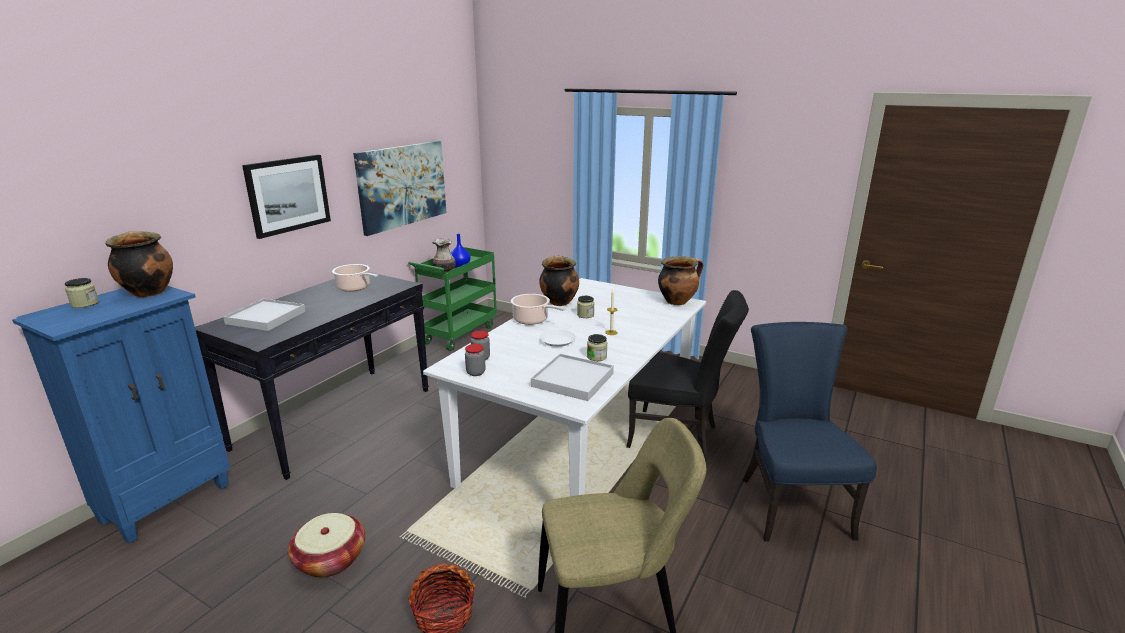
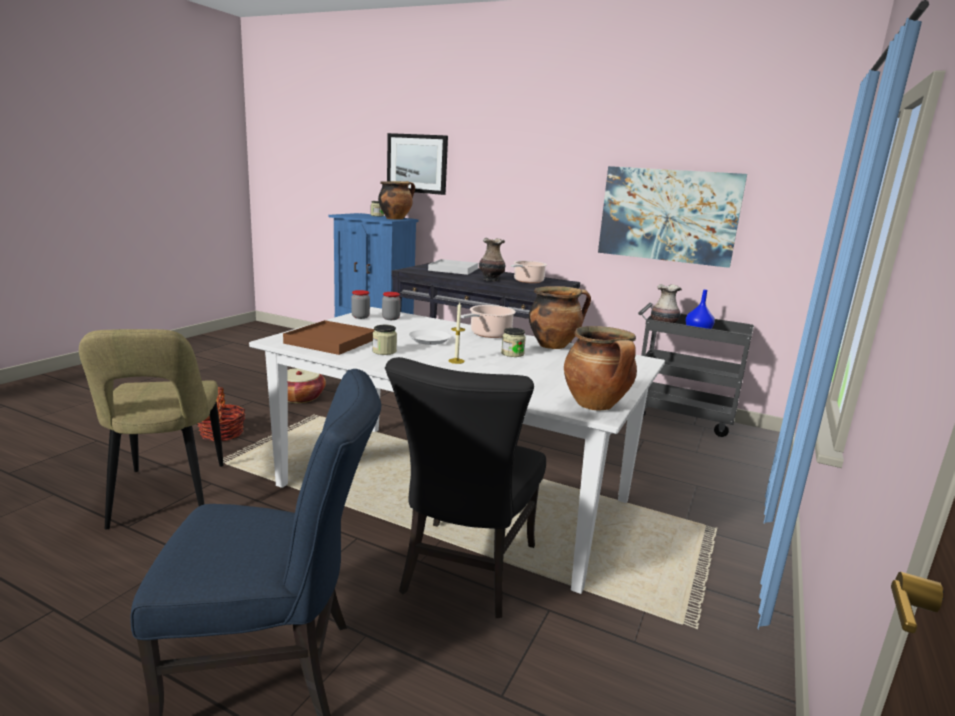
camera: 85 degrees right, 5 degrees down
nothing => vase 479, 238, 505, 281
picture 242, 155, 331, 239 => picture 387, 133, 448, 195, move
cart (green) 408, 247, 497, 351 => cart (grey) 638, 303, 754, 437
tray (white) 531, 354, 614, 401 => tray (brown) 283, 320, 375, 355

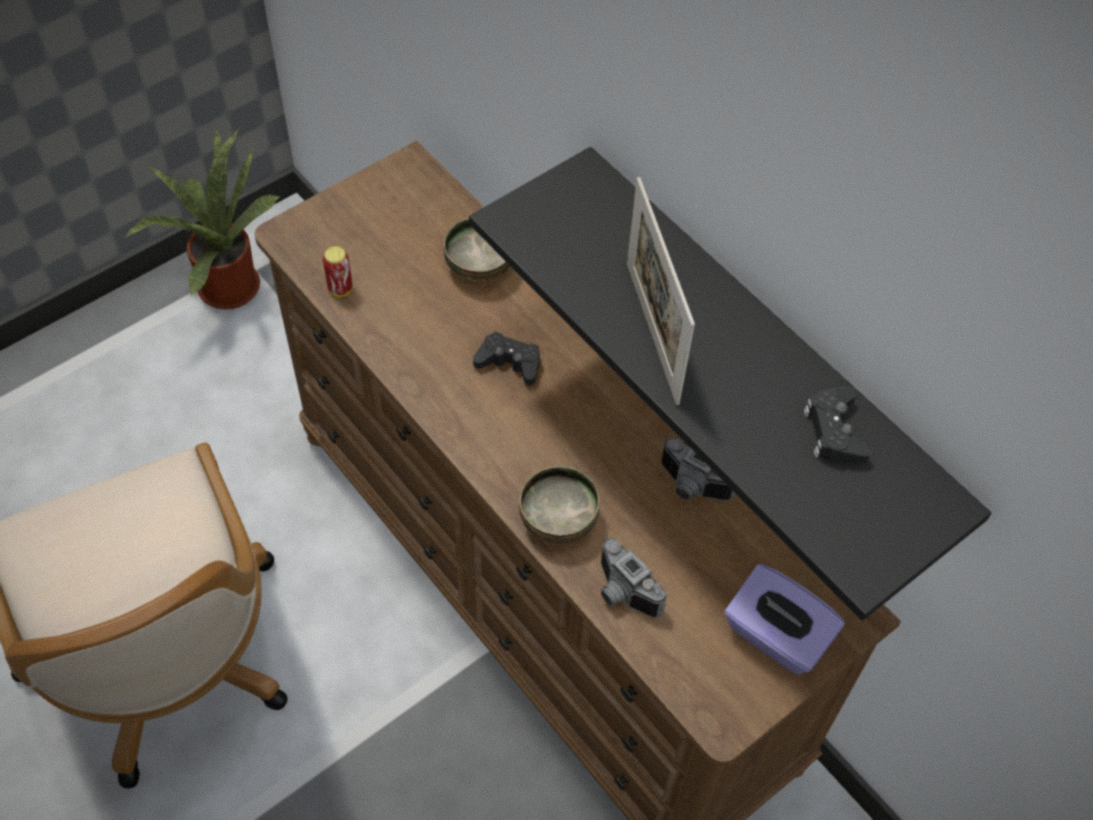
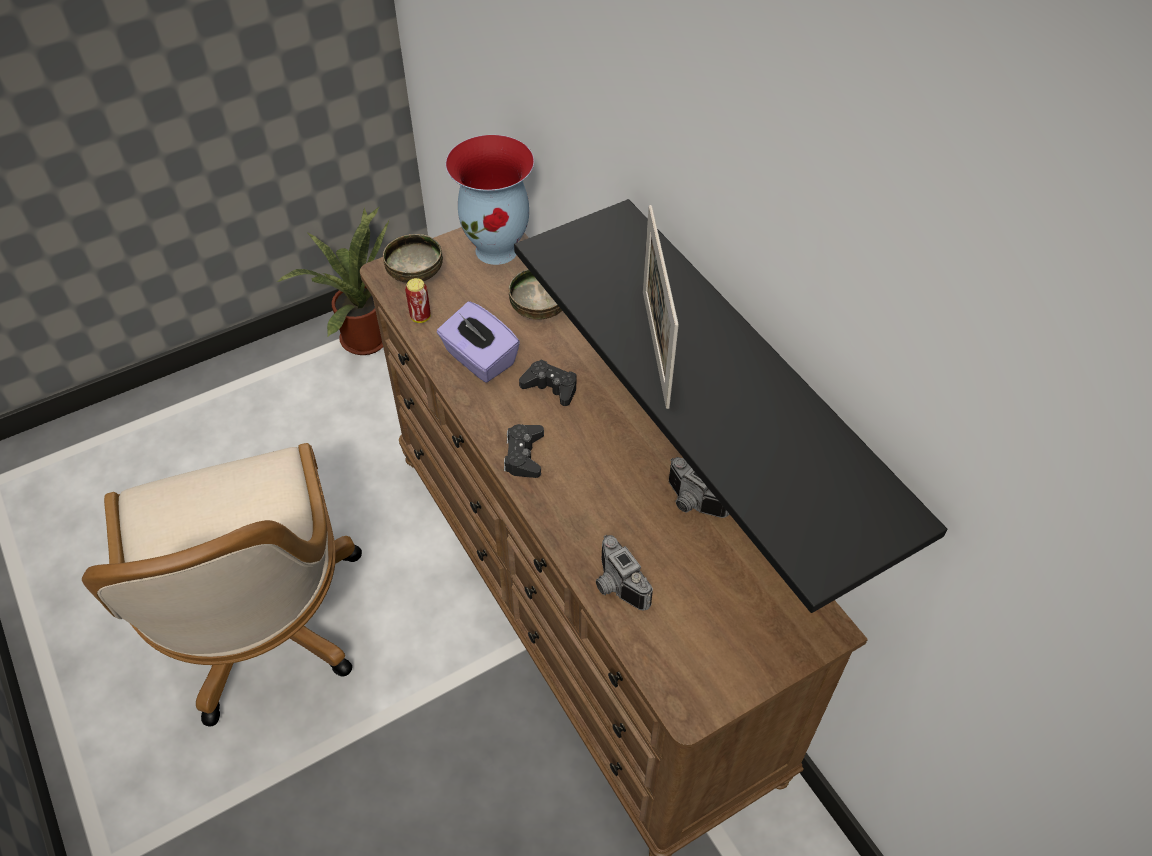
camera: 10 degrees right, 5 degrees down
nothing => vase 446, 135, 534, 265
bowl 519, 466, 600, 543 => bowl 383, 234, 443, 283, move
tissue box (purple) 725, 564, 845, 675 => tissue box (purple) 437, 302, 520, 383, move
game controller (black) 804, 387, 872, 463 => game controller (black) 504, 424, 544, 478, move

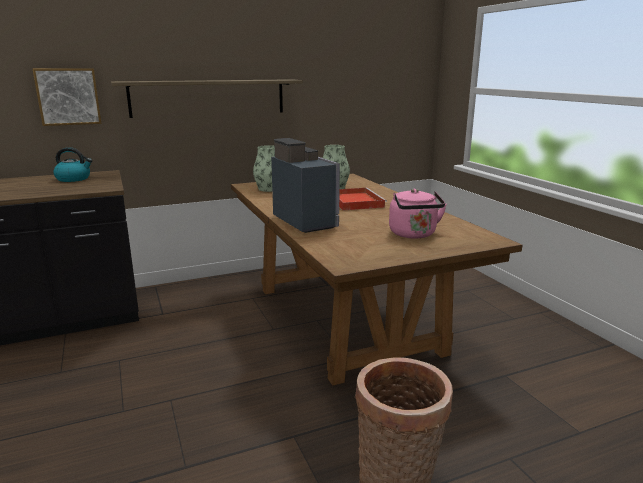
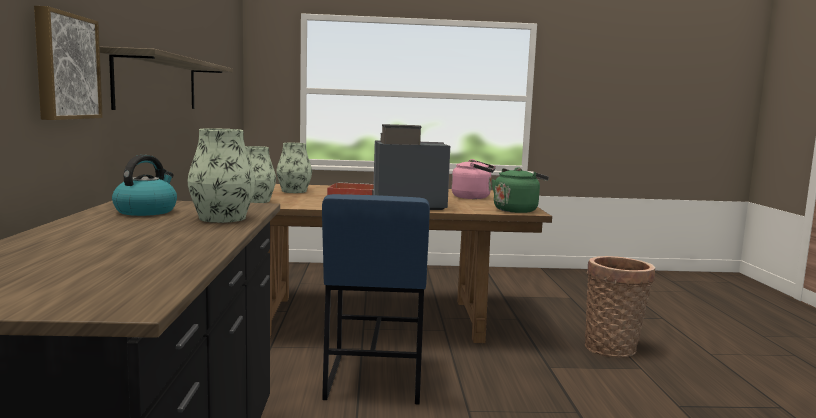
camera: 70 degrees left, 10 degrees down
nothing => vase 187, 128, 256, 223
nothing => chair (blue) 322, 194, 430, 404
nothing => kettle (green) 492, 167, 549, 213

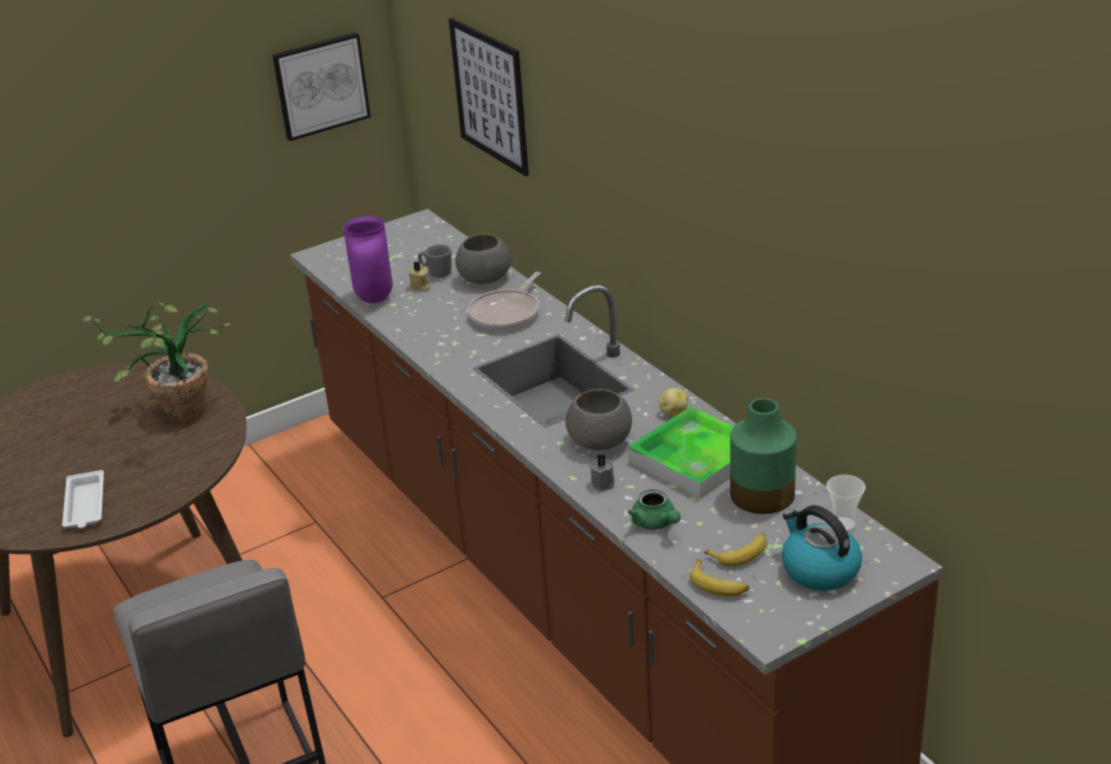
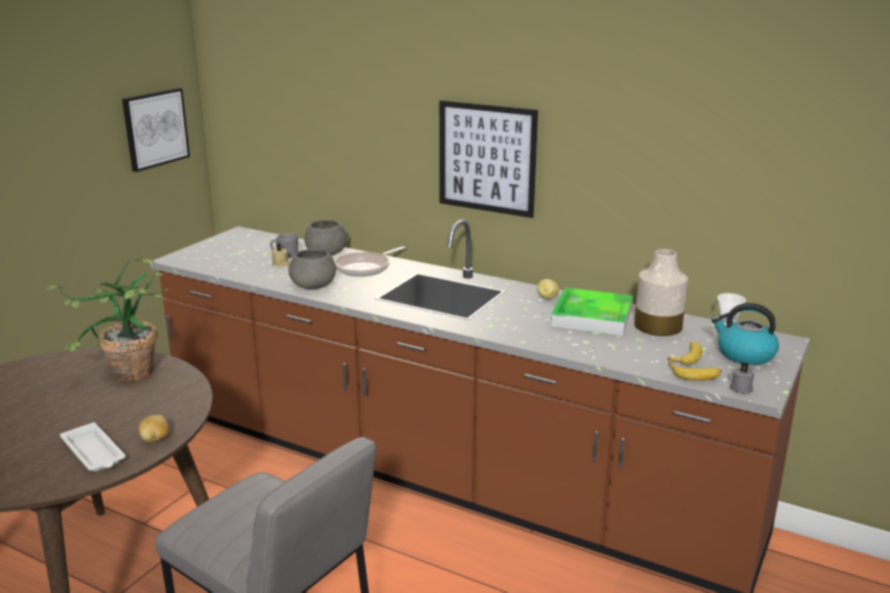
camera: 30 degrees left, 10 degrees down
vase (purple) 343, 216, 393, 303 => nothing
teapot (green) 628, 489, 681, 530 => nothing
nothing => potato 138, 415, 169, 443
picture 449, 18, 529, 176 => picture 439, 100, 538, 218, move
bowl (grey) 565, 389, 632, 450 => bowl (grey) 288, 249, 336, 289, move
candle (grey) 589, 454, 614, 491 => candle (grey) 729, 362, 754, 394, move
vase (green) 730, 398, 797, 514 => vase (beige) 634, 249, 688, 336
frying pan 468, 272, 541, 330 => frying pan 334, 246, 405, 277, 45 degrees clockwise

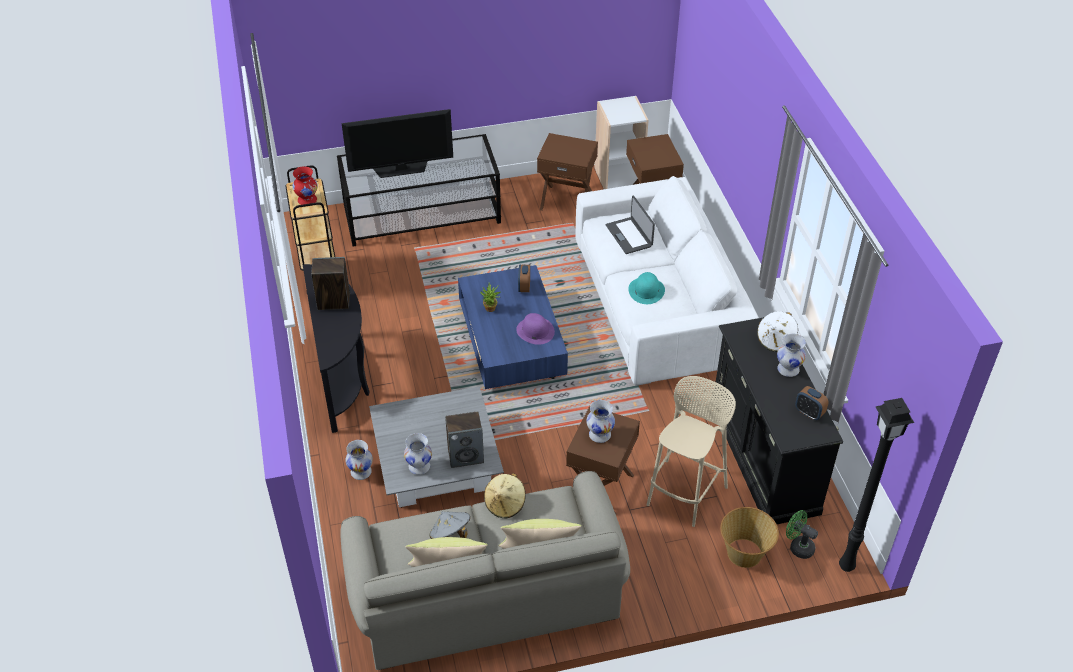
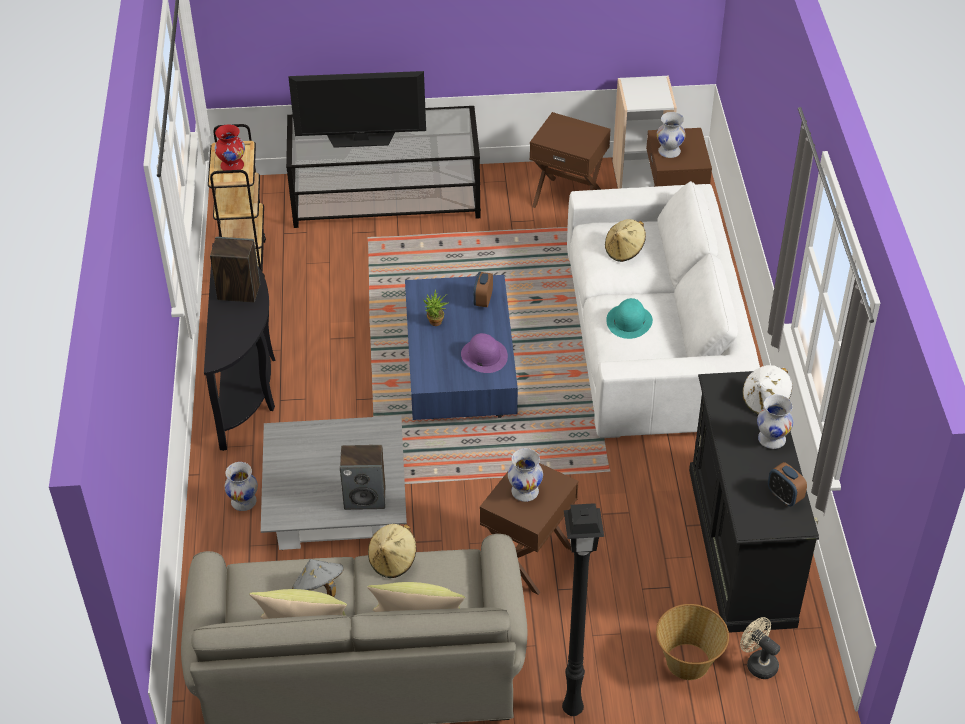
camera: 10 degrees right, 0 degrees up
stool (beige) 647, 376, 736, 527 => nothing
vase (white) 404, 433, 432, 475 => vase (white) 657, 112, 686, 158, move
floor lamp (black) 839, 398, 914, 572 => floor lamp (black) 562, 503, 604, 716, move
laptop 606, 195, 655, 254 => hat (beige) 605, 219, 646, 262
fan (green) 786, 510, 818, 559 => fan (beige) 740, 617, 780, 679

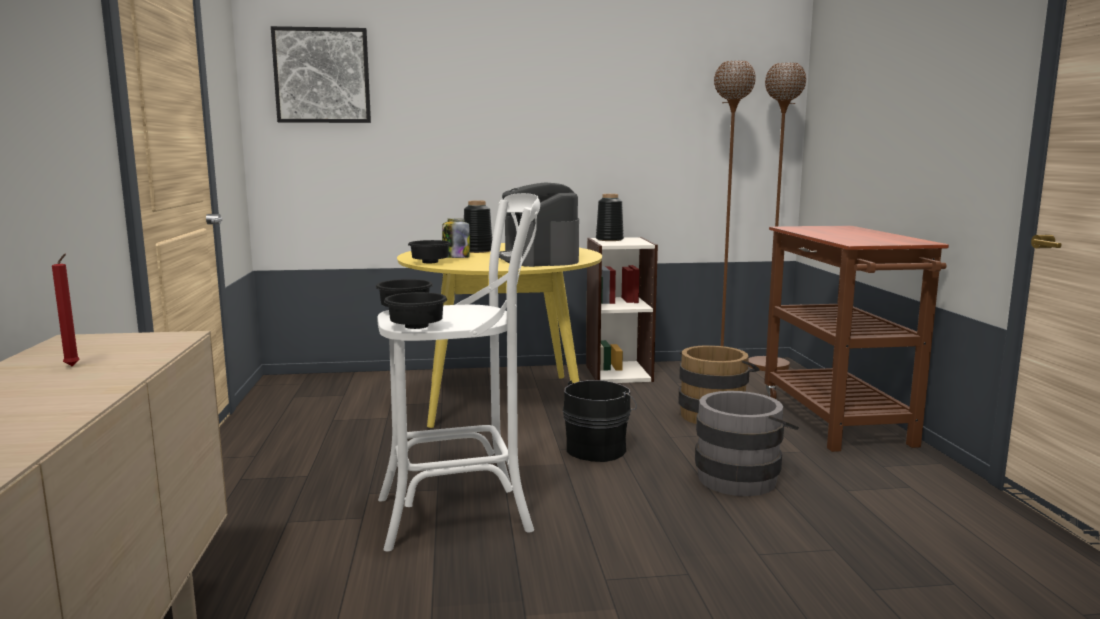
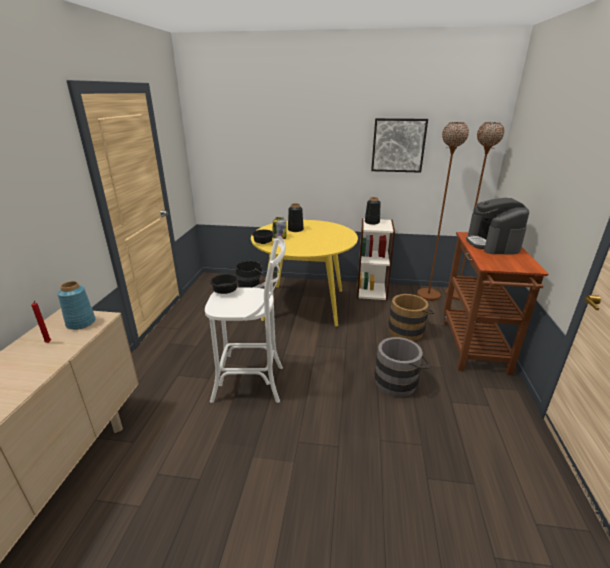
camera: 15 degrees right, 15 degrees up
bowl (black) 384, 292, 447, 329 => nothing
nothing => vase (blue) 57, 281, 96, 330
picture 271, 26, 371, 123 => picture 371, 118, 428, 173, move
coffee machine 499, 182, 579, 267 => coffee machine 466, 198, 529, 254, move
bucket (black) 563, 380, 637, 462 => bucket (black) 236, 261, 265, 288, move

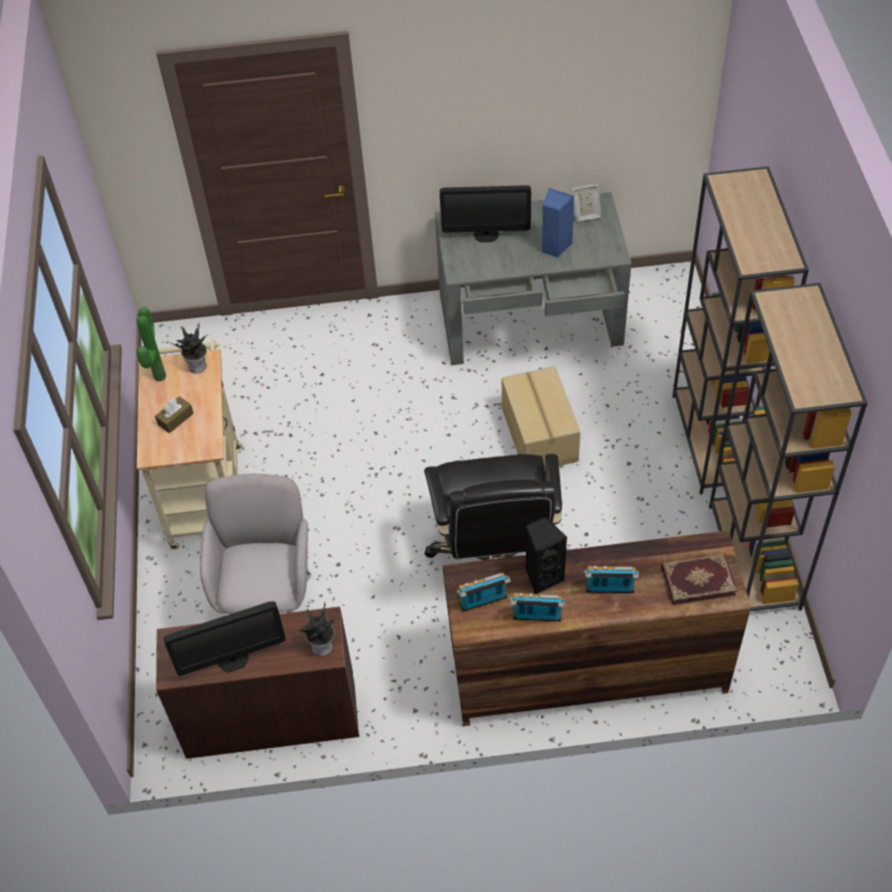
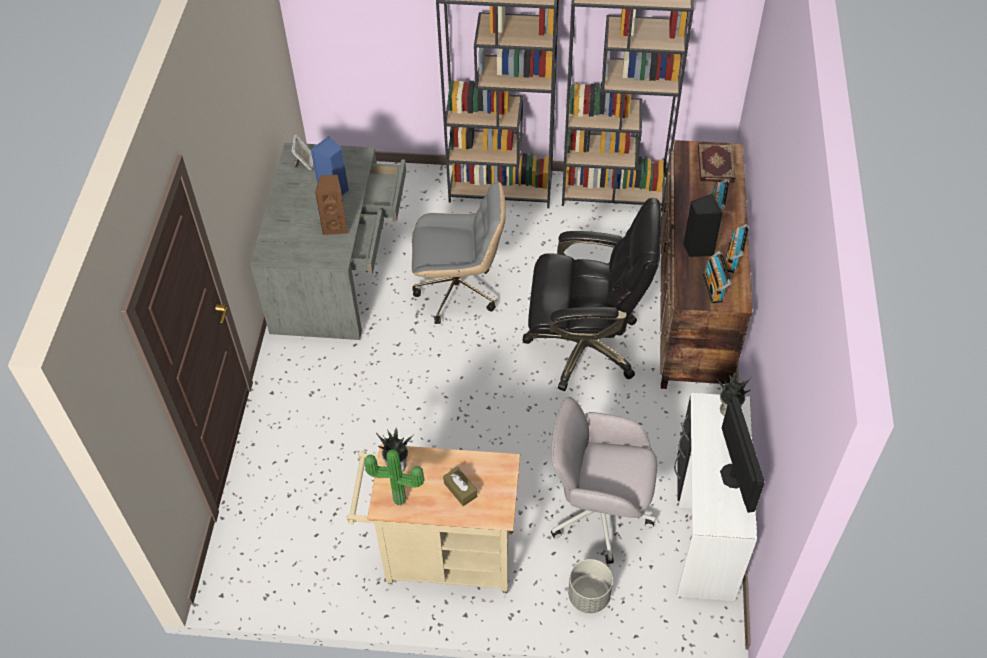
camera: 80 degrees left, 0 degrees up
monitor 440, 185, 531, 242 => nothing
nothing => speaker (brown) 315, 175, 348, 235
nothing => planter (grey) 568, 559, 613, 613
cardboard box 502, 367, 580, 468 => office chair (grey) 411, 181, 506, 324
desk (brown) 156, 607, 359, 759 => desk (white) 674, 393, 757, 601

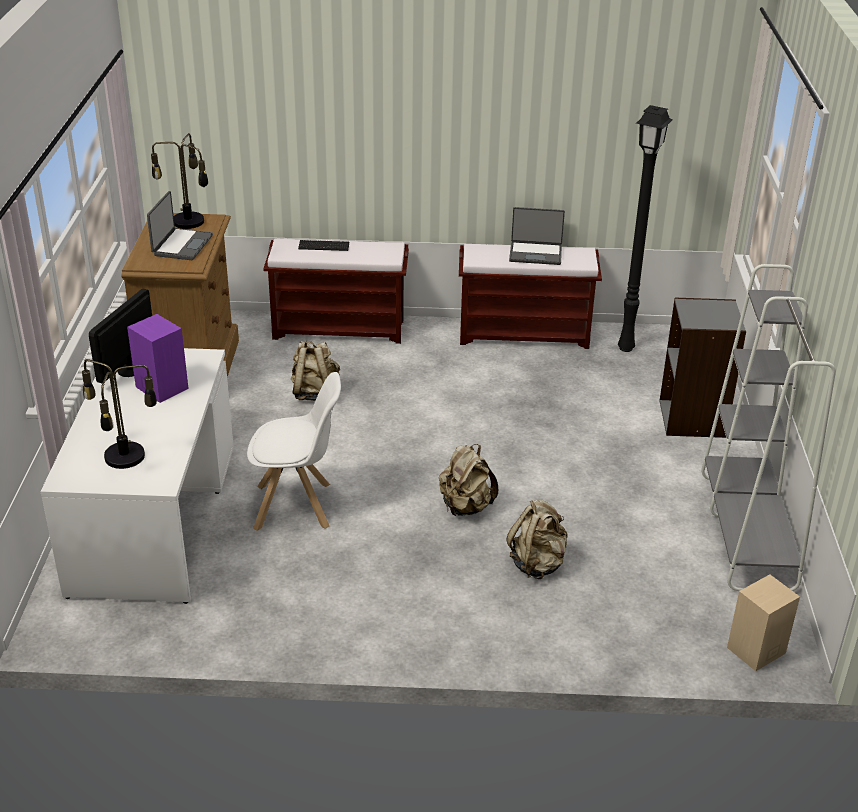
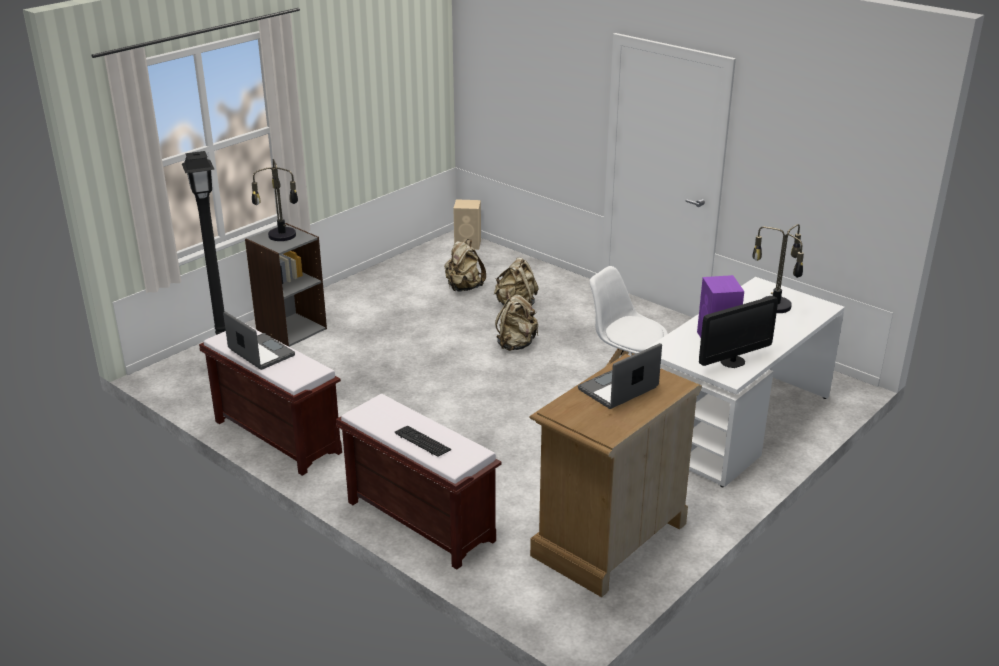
camera: 140 degrees left, 5 degrees down
clothes rack (grey) 701, 264, 836, 591 => nothing
table lamp 151, 133, 208, 229 => table lamp 252, 159, 298, 241, move
backpack (beige) 291, 341, 340, 401 => backpack (beige) 444, 239, 486, 292, move

